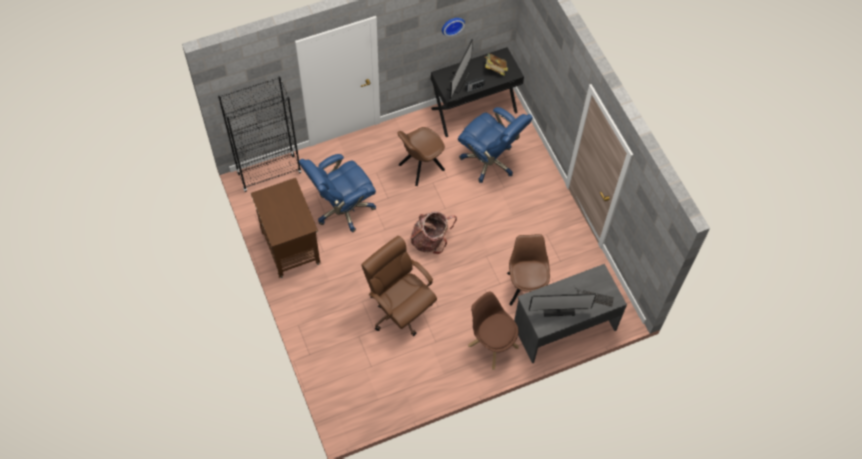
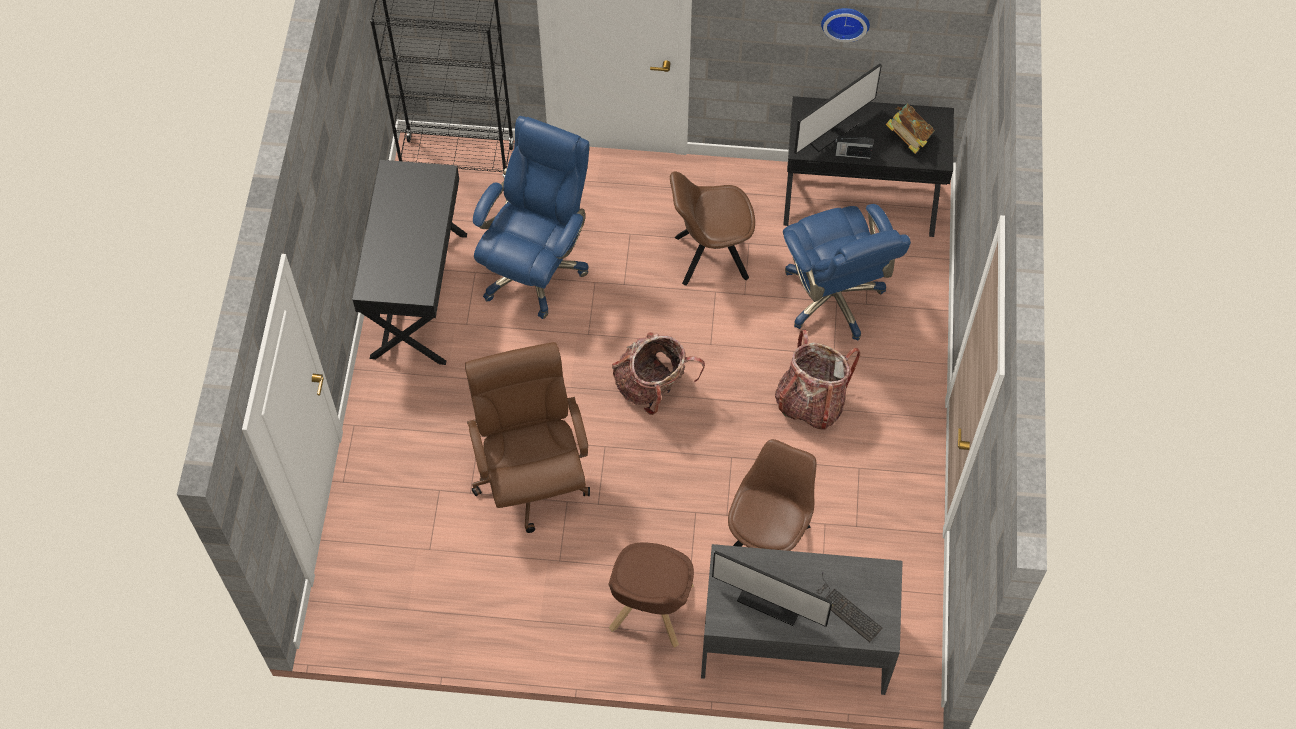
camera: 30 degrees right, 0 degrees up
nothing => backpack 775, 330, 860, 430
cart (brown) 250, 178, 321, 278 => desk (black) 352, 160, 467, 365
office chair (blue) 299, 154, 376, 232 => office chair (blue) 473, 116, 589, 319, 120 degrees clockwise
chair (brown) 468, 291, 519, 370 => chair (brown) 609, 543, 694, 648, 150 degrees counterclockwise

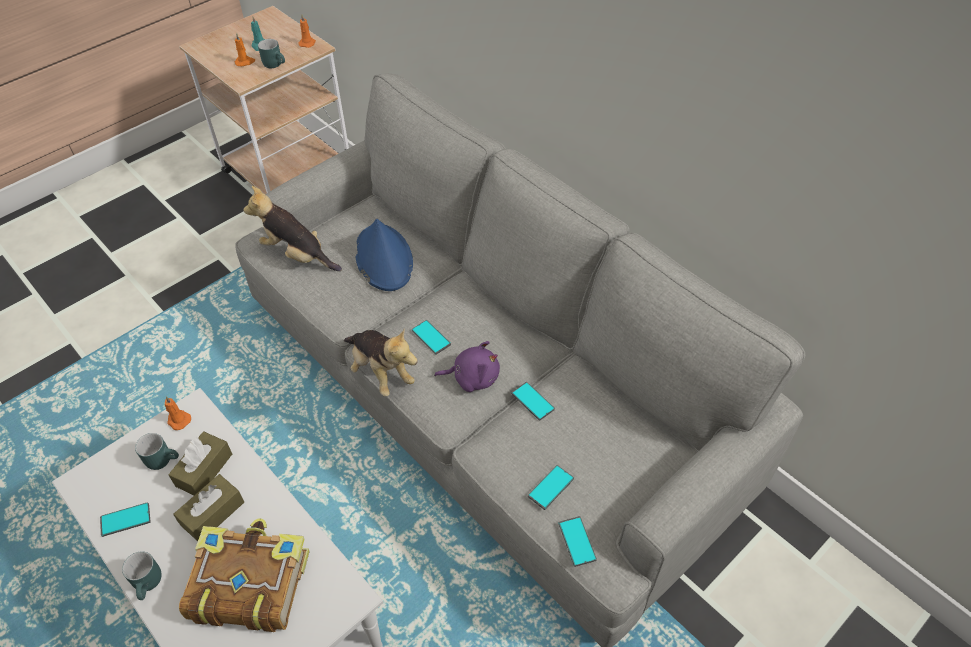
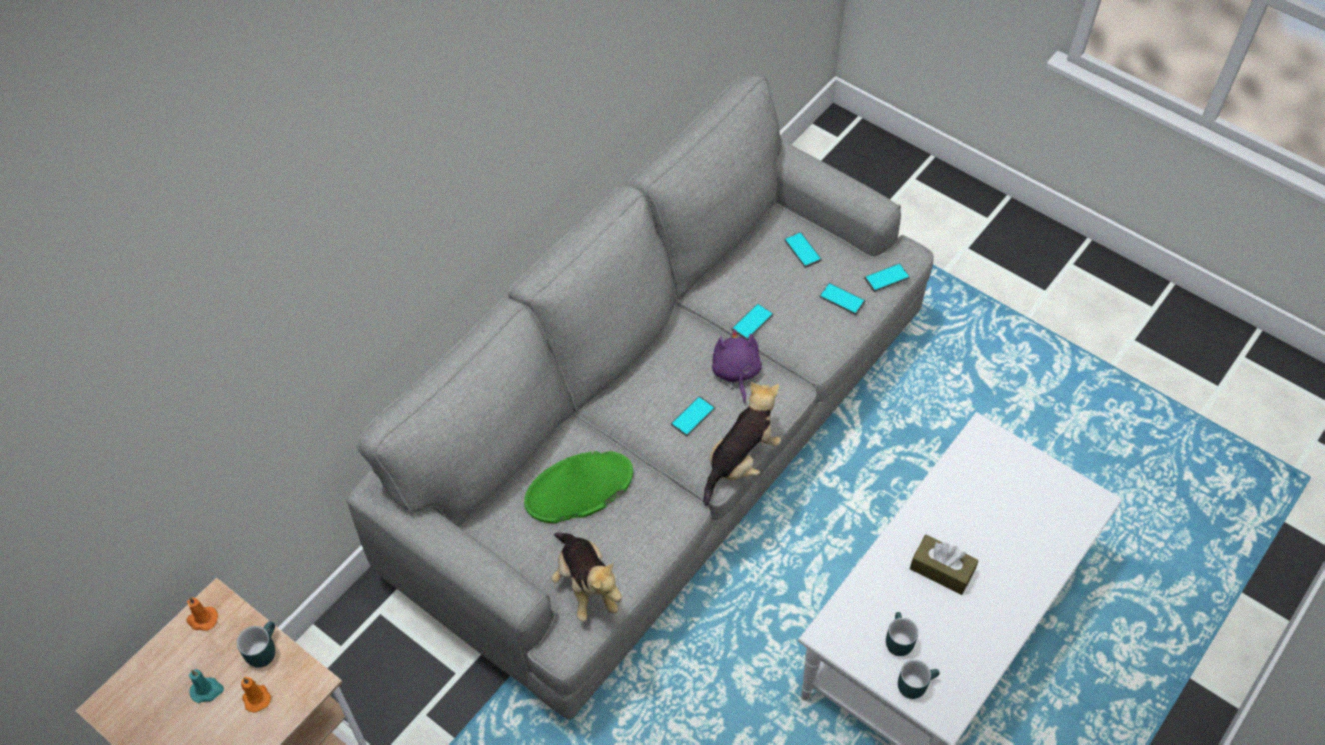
camera: 100 degrees left, 5 degrees up
candle (orange) 165, 397, 191, 430 => nothing
tissue box (brown) 168, 432, 232, 495 => nothing
book 179, 518, 310, 632 => nothing
phone 100, 502, 151, 537 => phone 784, 232, 822, 268, move
mug (turquoise) 122, 551, 162, 600 => mug (turquoise) 898, 660, 940, 699, move
hat (blue) 355, 219, 413, 291 => hat (green) 524, 451, 633, 523
plush toy 243, 186, 342, 271 => plush toy 551, 532, 622, 622, 45 degrees counterclockwise

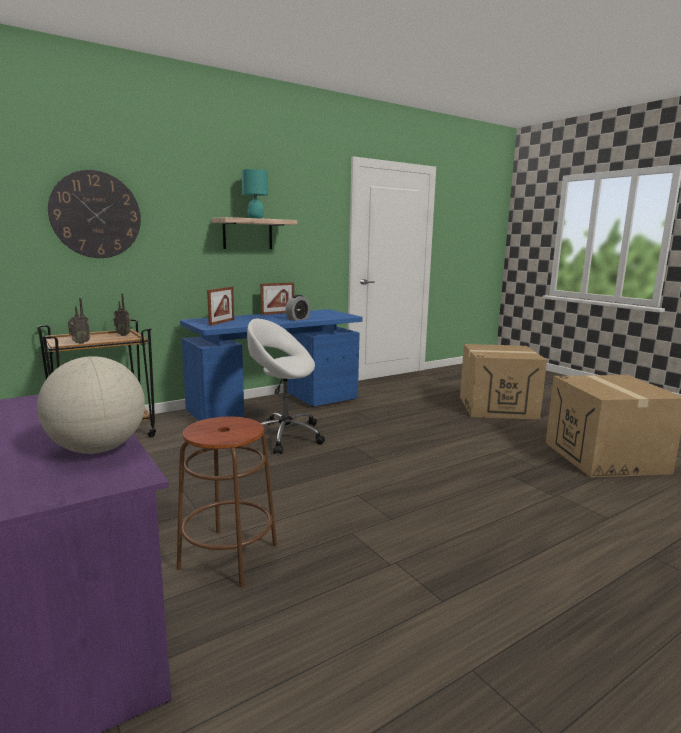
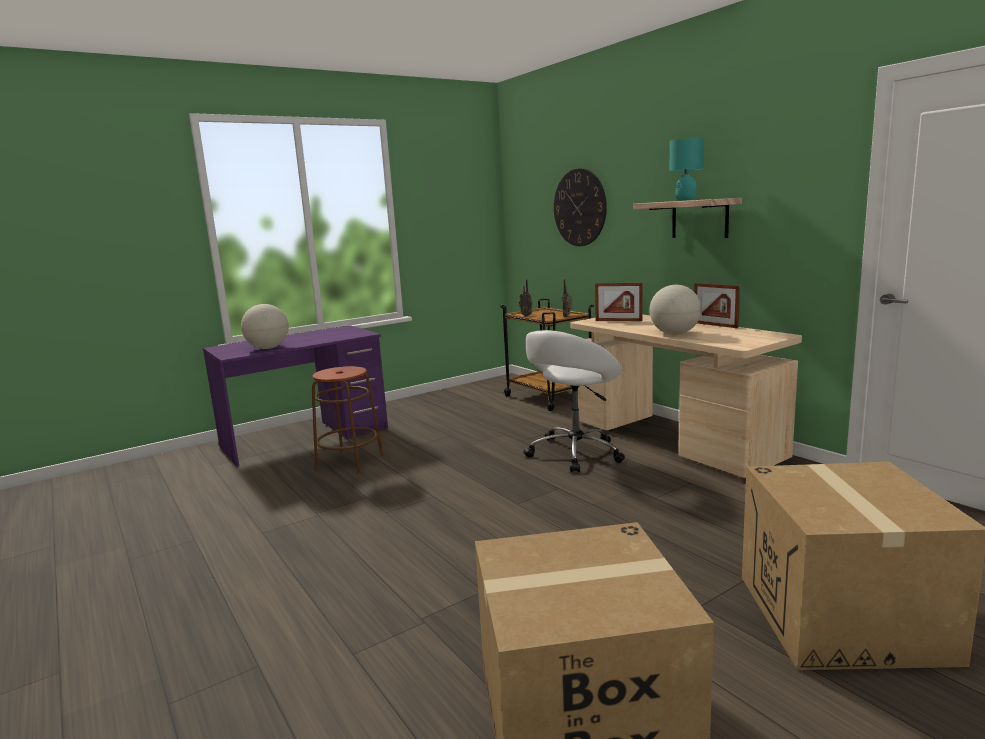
camera: 90 degrees right, 0 degrees up
alarm clock 285, 295, 310, 321 => globe 649, 285, 701, 335
desk (blue) 180, 309, 362, 421 => desk (beige) 570, 314, 802, 478
office chair (white) 247, 319, 325, 454 => office chair (white) 523, 330, 625, 472, 150 degrees counterclockwise

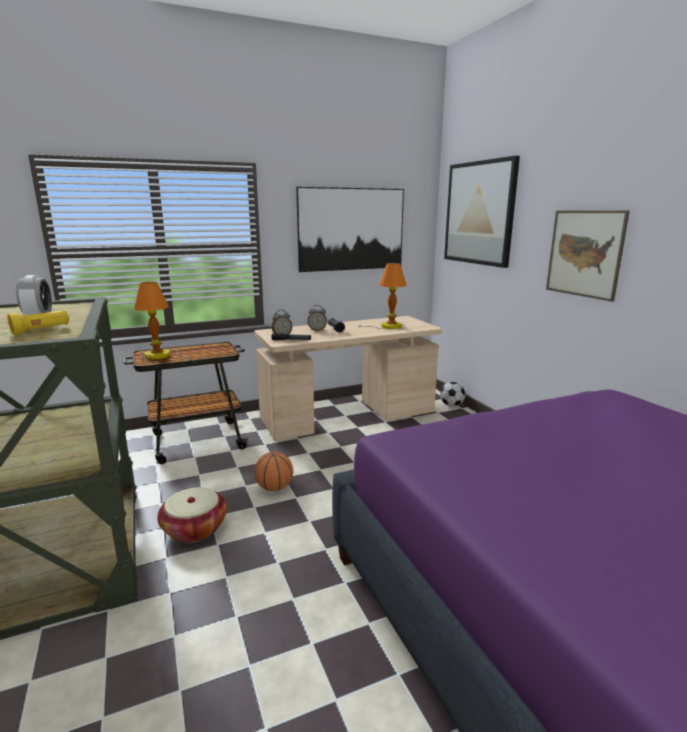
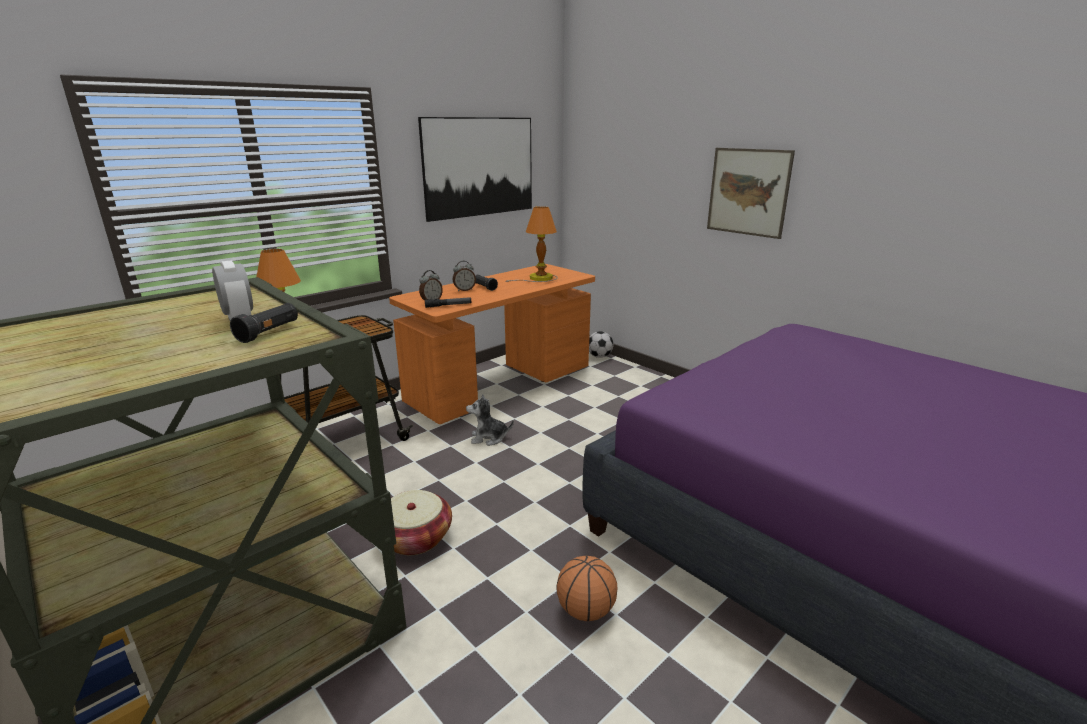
camera: 20 degrees left, 5 degrees up
picture 444, 156, 520, 268 => nothing
nothing => plush toy 466, 394, 514, 446
basketball 254, 452, 293, 491 => basketball 556, 556, 618, 621, move
flashlight (yellow) 7, 310, 70, 335 => flashlight (black) 230, 303, 298, 343
desk (beige) 254, 316, 442, 441 => desk (orange) 389, 264, 595, 424

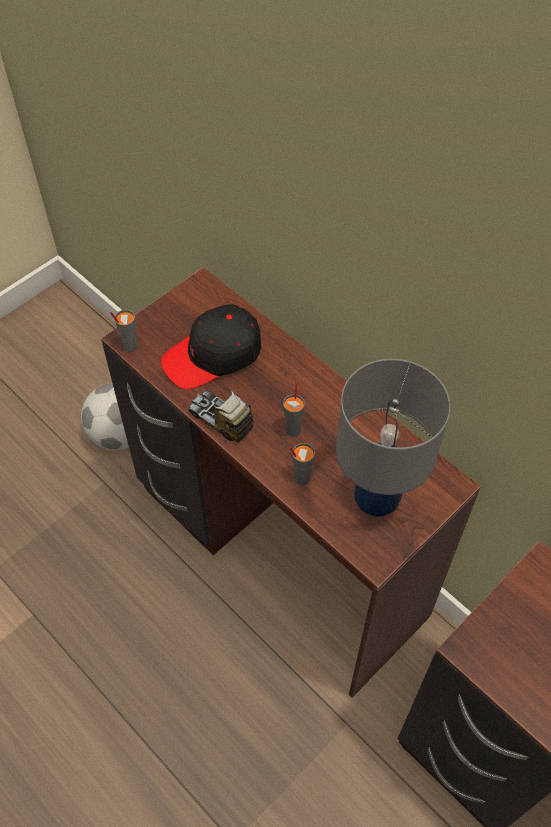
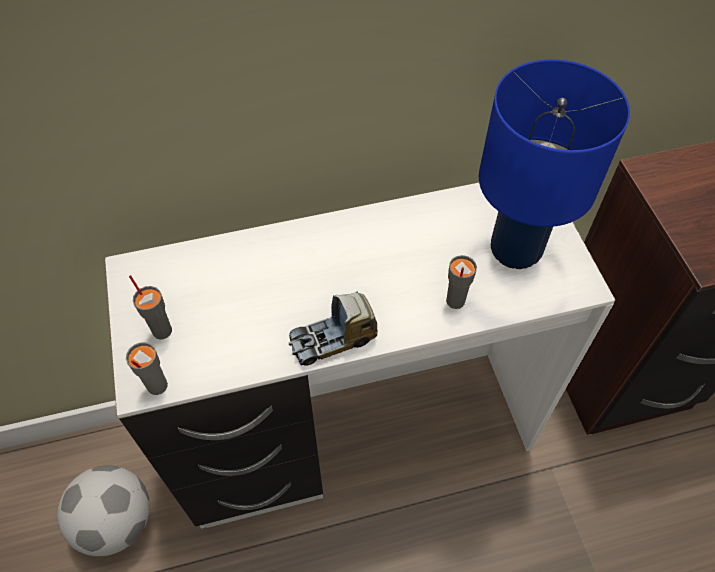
camera: 60 degrees left, 0 degrees up
cap (black) 161, 304, 261, 389 => nothing
cup (grey) 283, 382, 305, 437 => cup (grey) 129, 275, 172, 339, move
desk (brown) 101, 267, 481, 698 => desk (white) 105, 183, 615, 529
table lamp (grey) 336, 359, 450, 517 => table lamp (blue) 479, 59, 630, 269

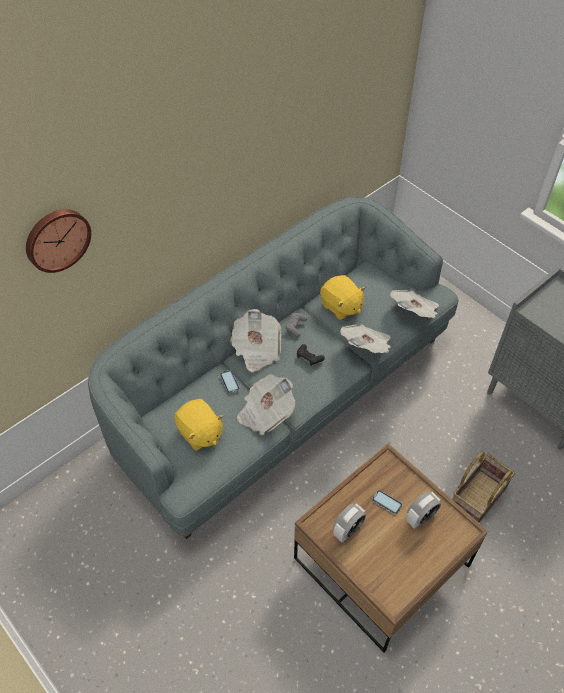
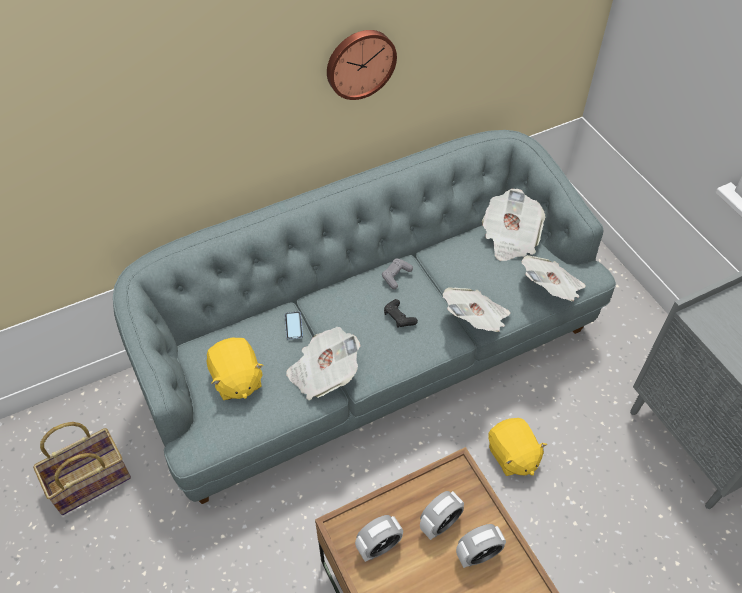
camera: 15 degrees right, 0 degrees up
wall clock 26, 209, 91, 273 => wall clock 327, 30, 397, 100, move
newspaper 230, 309, 282, 372 => newspaper 482, 189, 545, 261, move
plush toy (yellow) 320, 275, 365, 320 => plush toy (yellow) 488, 418, 547, 476, move
basket 452, 451, 515, 523 => basket 33, 422, 131, 515, move
phone 372, 490, 402, 515 => alarm clock 420, 491, 464, 540

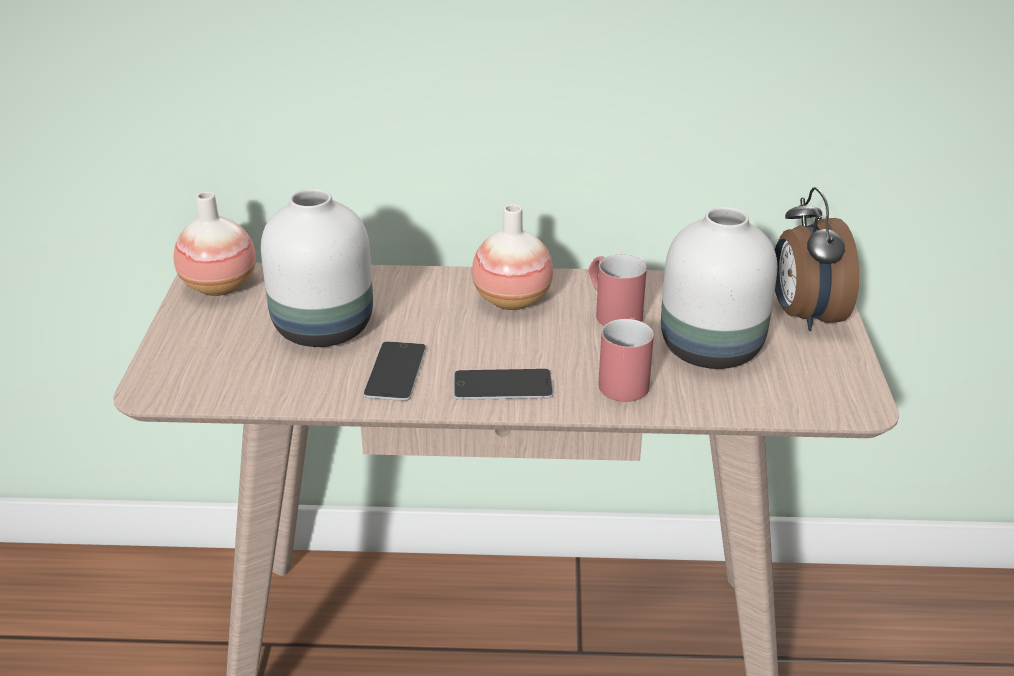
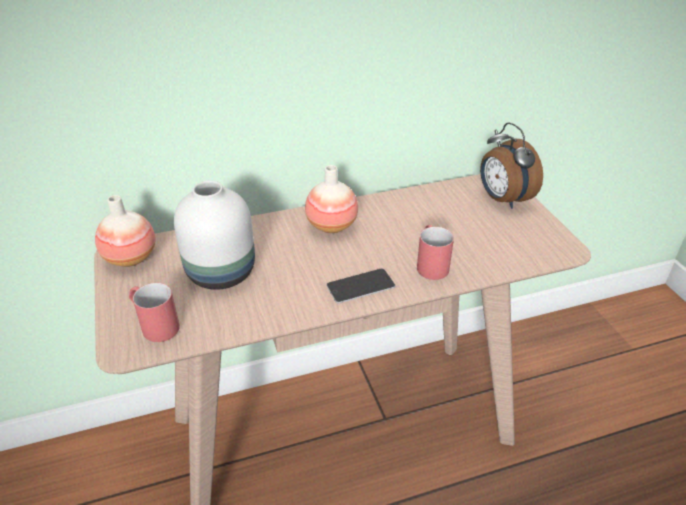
camera: 20 degrees left, 5 degrees up
phone 363, 341, 426, 401 => nothing
vase (white) 661, 207, 777, 369 => nothing
mug (red) 588, 255, 647, 326 => mug (red) 129, 283, 180, 342, move

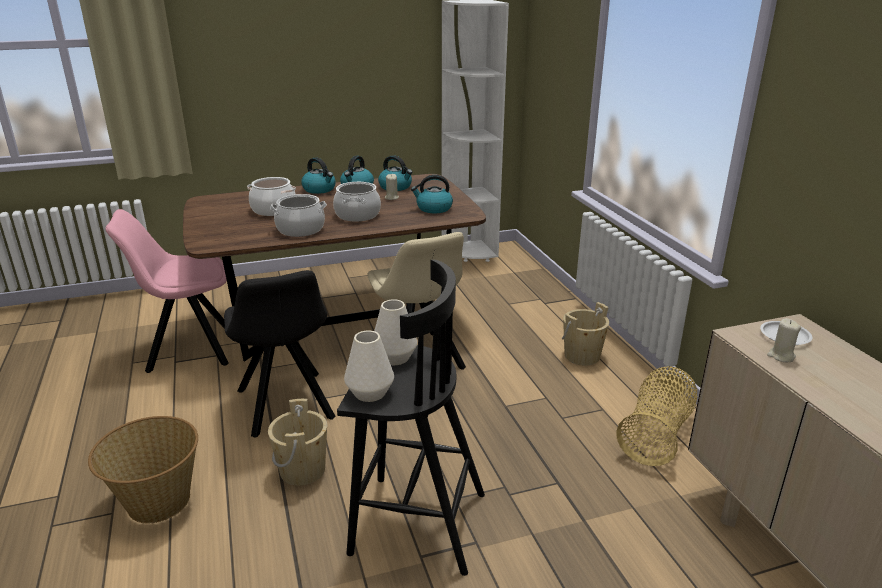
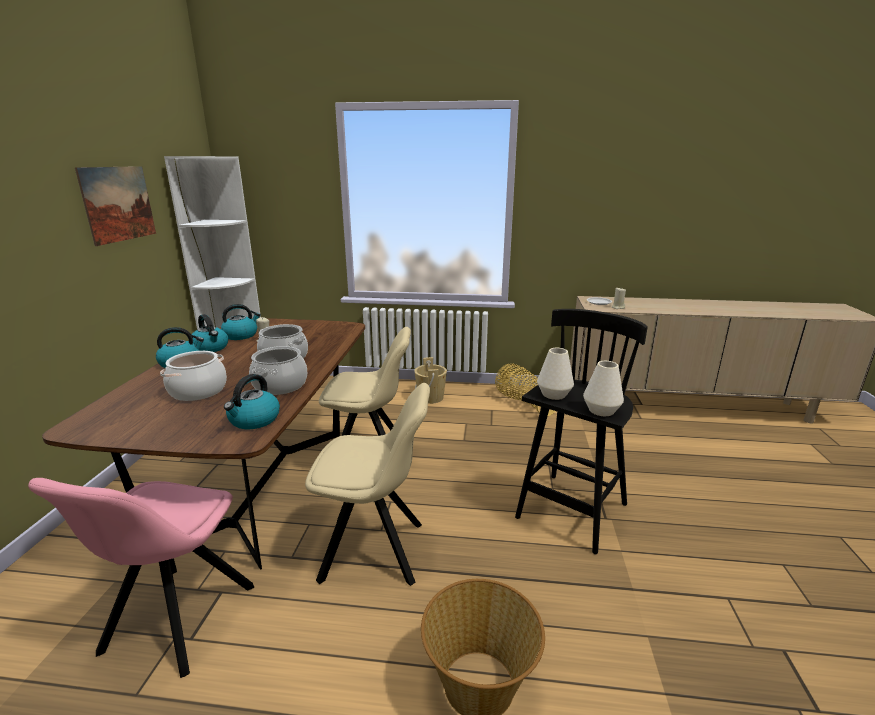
camera: 65 degrees left, 5 degrees down
bucket (beige) 268, 399, 327, 485 => nothing
nothing => picture 75, 166, 156, 246
kettle 411, 175, 453, 213 => kettle 224, 374, 280, 429, move
chair (black) 224, 270, 335, 438 => chair (beige) 305, 383, 430, 586

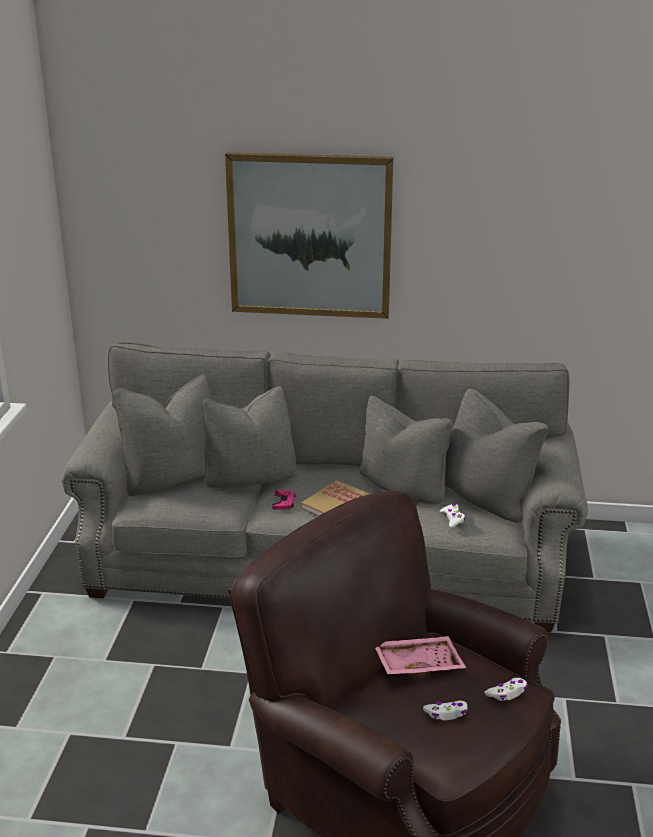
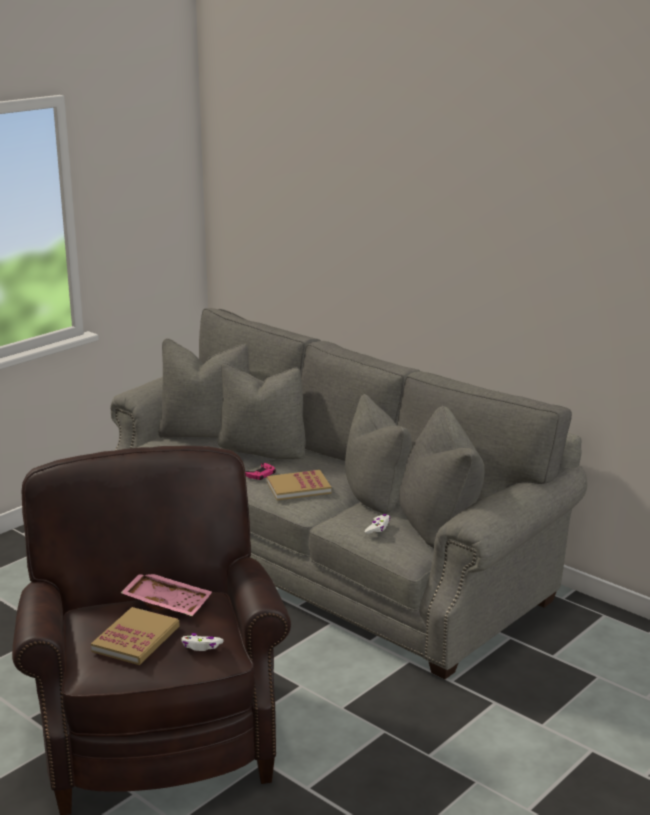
camera: 35 degrees right, 5 degrees down
picture 225, 152, 393, 319 => nothing
game controller (white) 423, 701, 468, 720 => book 91, 607, 180, 665

